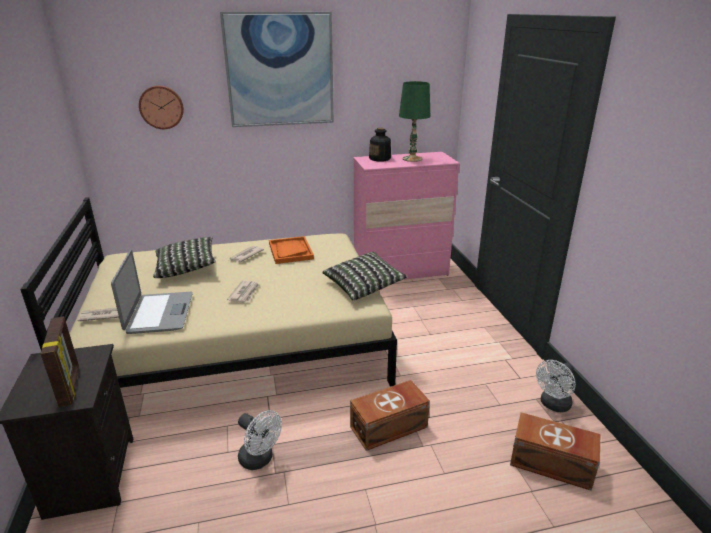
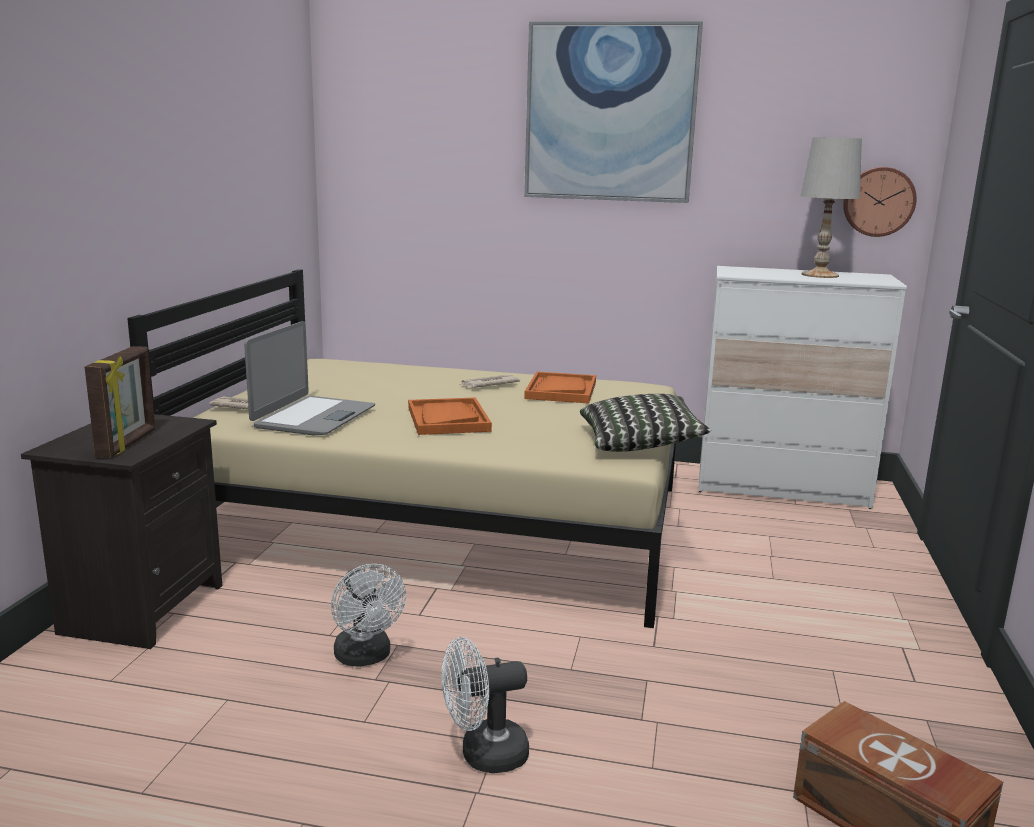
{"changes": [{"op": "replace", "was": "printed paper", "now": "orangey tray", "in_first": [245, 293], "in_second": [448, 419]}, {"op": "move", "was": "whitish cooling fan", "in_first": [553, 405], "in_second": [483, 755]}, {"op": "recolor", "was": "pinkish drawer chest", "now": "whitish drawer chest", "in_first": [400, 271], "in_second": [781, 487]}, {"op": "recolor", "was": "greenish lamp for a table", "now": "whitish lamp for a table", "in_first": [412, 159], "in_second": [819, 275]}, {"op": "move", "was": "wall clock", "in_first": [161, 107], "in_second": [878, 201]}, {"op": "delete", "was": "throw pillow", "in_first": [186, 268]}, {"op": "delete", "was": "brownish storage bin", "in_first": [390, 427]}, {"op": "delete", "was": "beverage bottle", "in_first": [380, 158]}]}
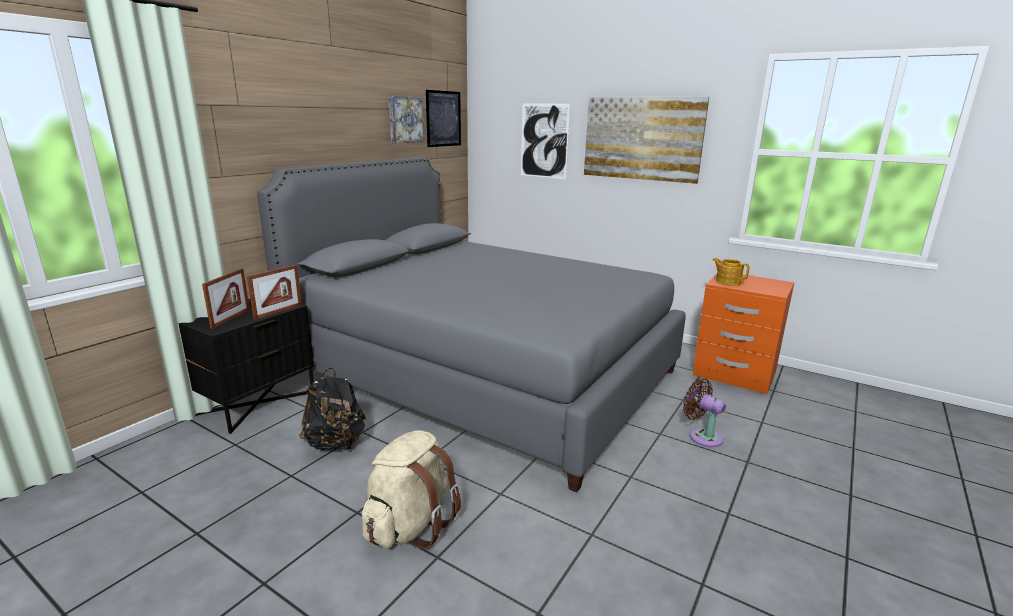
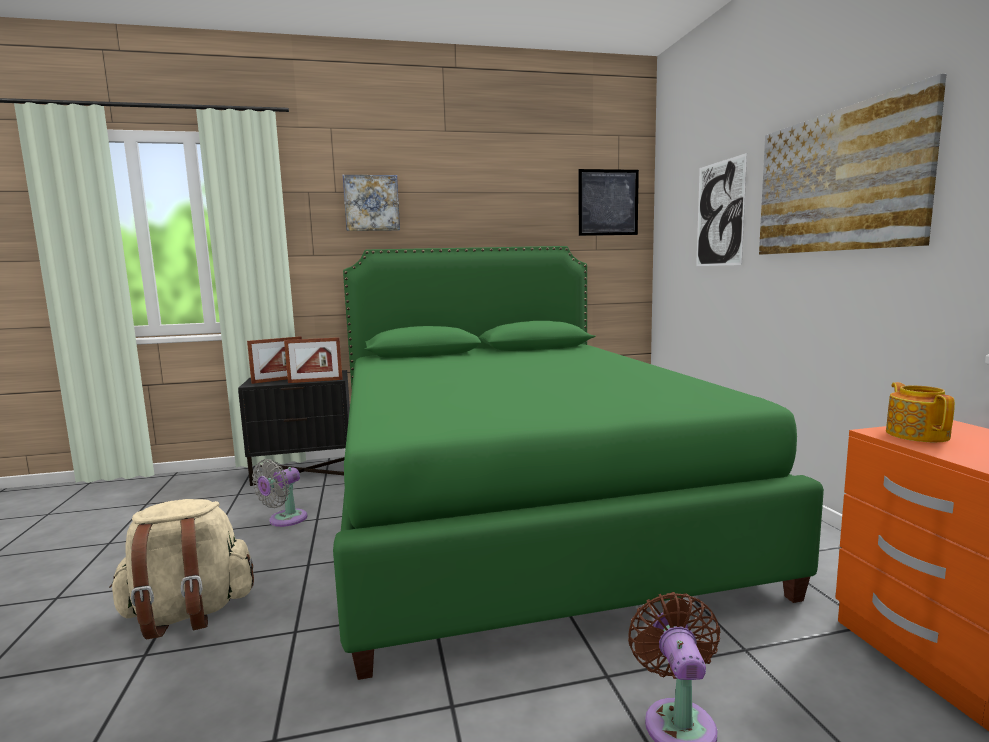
{"changes": [{"op": "replace", "was": "black-coloured rucksack", "now": "grey cooling fan", "in_first": [336, 444], "in_second": [284, 520]}, {"op": "recolor", "was": "grey sleeping bed", "now": "greenish sleeping bed", "in_first": [483, 373], "in_second": [514, 507]}, {"op": "move", "was": "wall picture", "in_first": [405, 119], "in_second": [371, 203]}]}
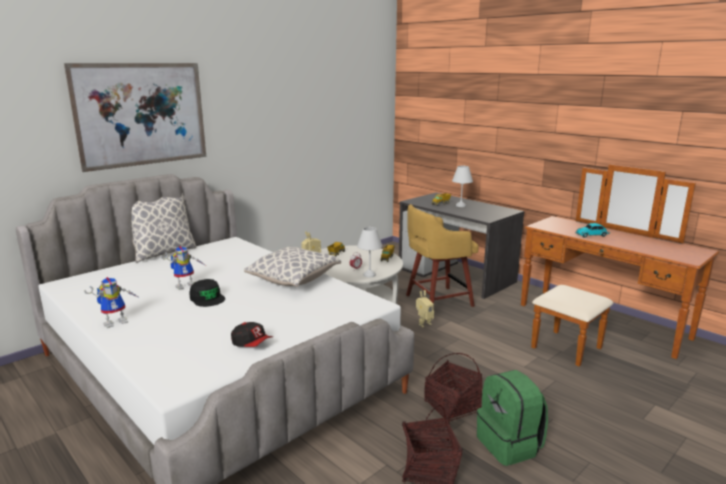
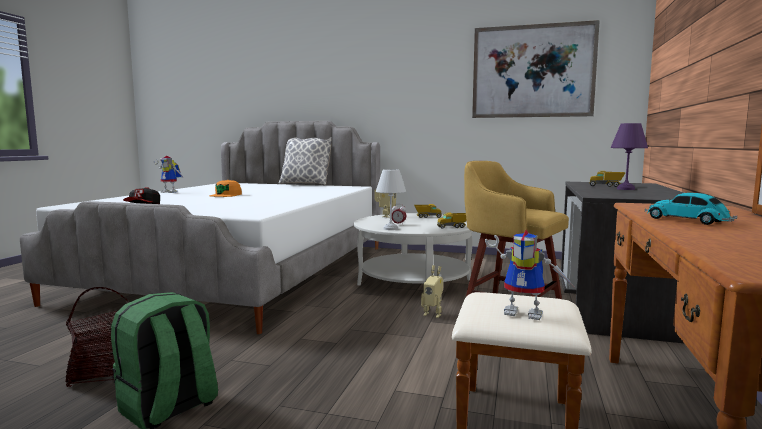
{"changes": [{"op": "recolor", "was": "black-coloured peaked cap", "now": "orangey peaked cap", "in_first": [207, 298], "in_second": [226, 195]}, {"op": "move", "was": "wall picture", "in_first": [142, 114], "in_second": [532, 71]}, {"op": "move", "was": "model robot", "in_first": [186, 285], "in_second": [527, 313]}, {"op": "recolor", "was": "whitish lamp for a table", "now": "purple-coloured lamp for a table", "in_first": [461, 205], "in_second": [626, 189]}, {"op": "delete", "was": "throw pillow", "in_first": [294, 280]}, {"op": "delete", "was": "basket", "in_first": [451, 406]}]}
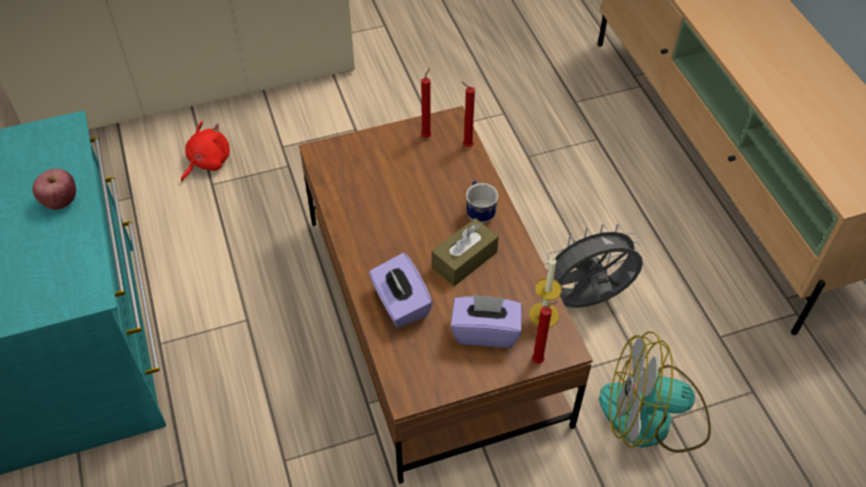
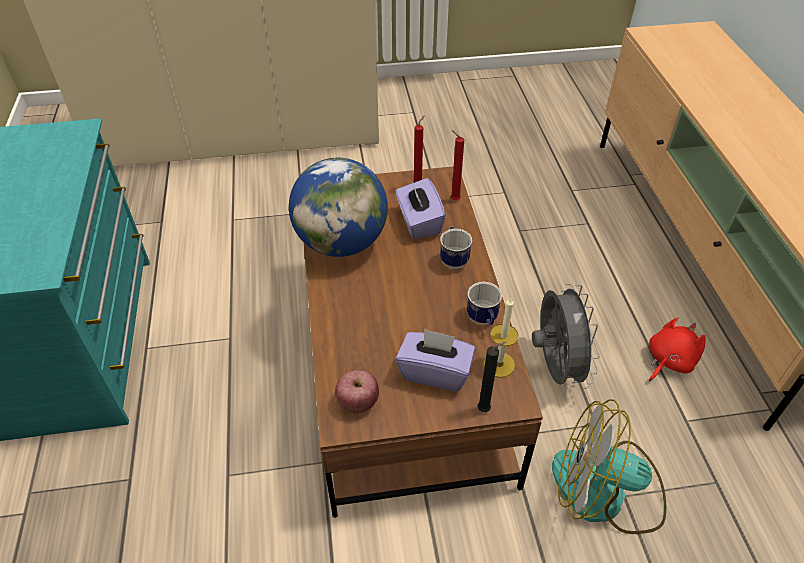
{"changes": [{"op": "insert", "now": "world globe", "in_second": [341, 242]}, {"op": "move", "was": "apple fruit", "in_first": [60, 201], "in_second": [357, 402]}, {"op": "move", "was": "purple-coloured tissue box", "in_first": [400, 304], "in_second": [419, 222]}, {"op": "insert", "now": "coffee mug", "in_second": [483, 320]}, {"op": "recolor", "was": "red-coloured candle", "now": "black-coloured candle", "in_first": [539, 360], "in_second": [485, 409]}, {"op": "rotate", "was": "grey cooling fan", "in_first": [587, 301], "in_second": [554, 367], "clockwise": 90}, {"op": "move", "was": "red-coloured cuddly toy", "in_first": [207, 162], "in_second": [668, 360]}, {"op": "delete", "was": "brownish tissue box", "in_first": [464, 259]}]}
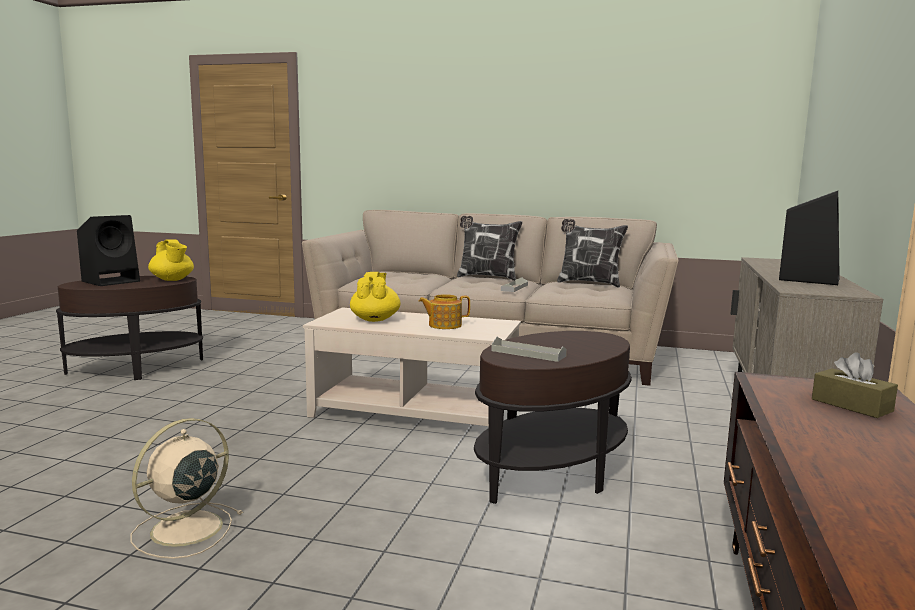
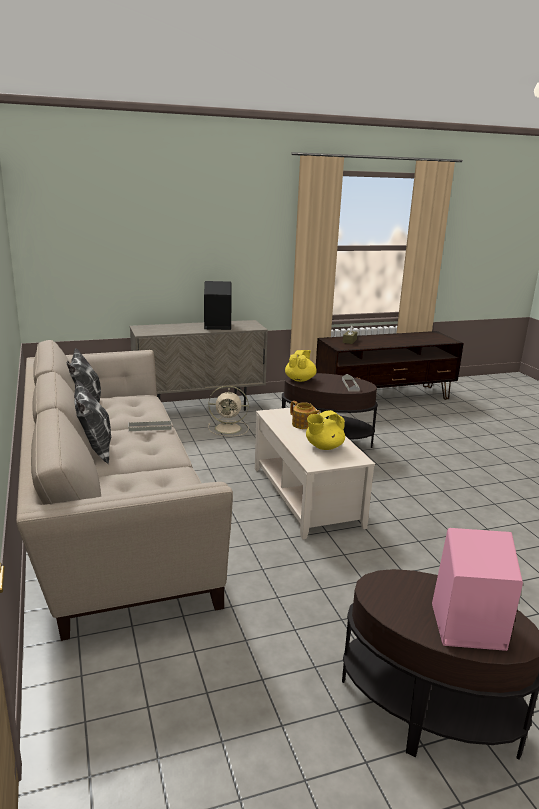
{"changes": [{"op": "move", "was": "sand-coloured cooling fan", "in_first": [184, 530], "in_second": [229, 428]}, {"op": "move", "was": "yellowish tea pot", "in_first": [172, 280], "in_second": [300, 379]}, {"op": "recolor", "was": "black-coloured speaker", "now": "pinkish speaker", "in_first": [112, 281], "in_second": [465, 627]}]}
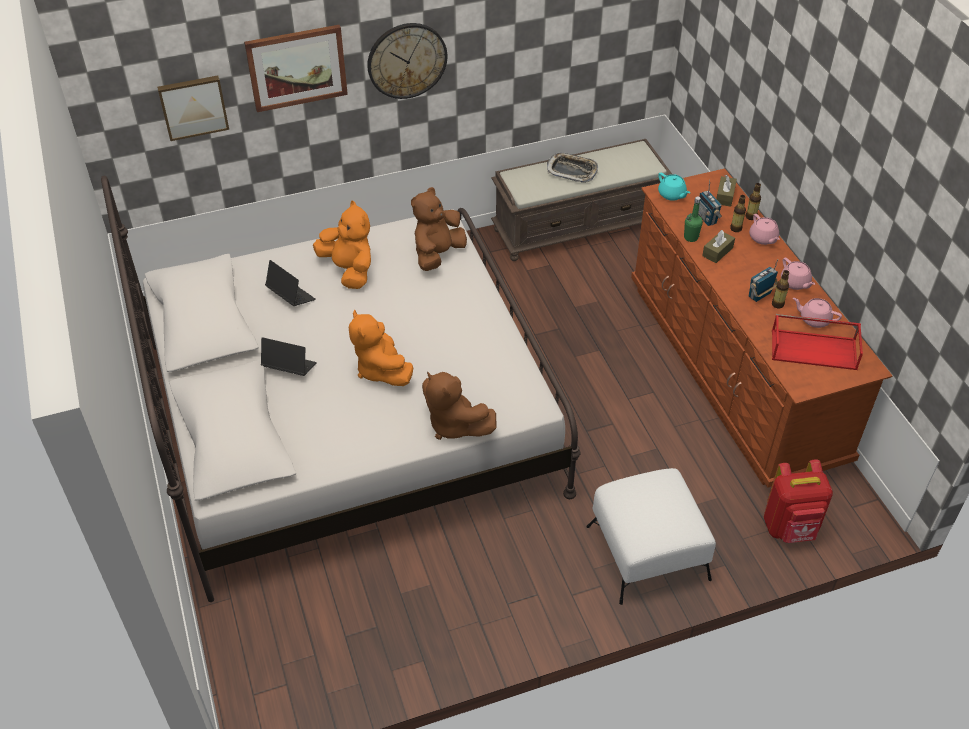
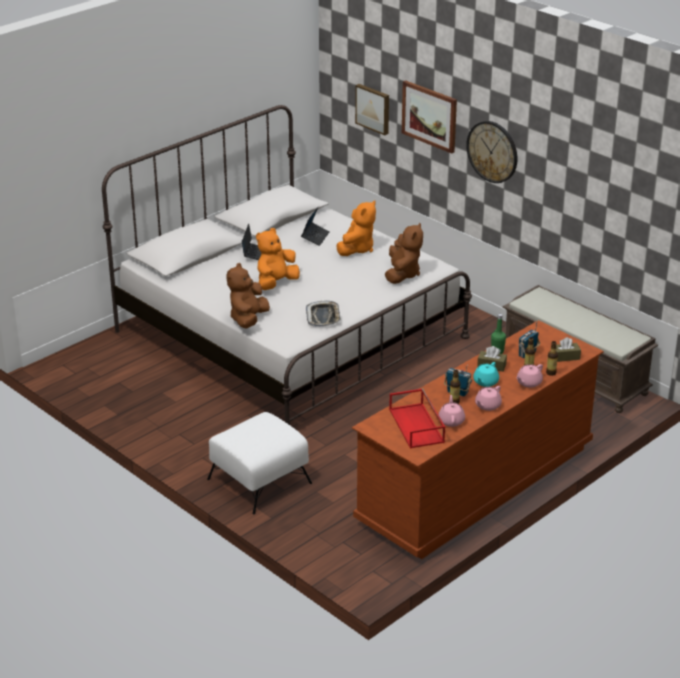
{"changes": [{"op": "move", "was": "tray", "in_first": [572, 170], "in_second": [323, 317]}, {"op": "rotate", "was": "brownish cuddly toy", "in_first": [437, 254], "in_second": [402, 274], "clockwise": 90}, {"op": "move", "was": "turquoise-coloured tea pot", "in_first": [672, 195], "in_second": [485, 382]}, {"op": "delete", "was": "red-coloured rucksack", "in_first": [790, 528]}]}
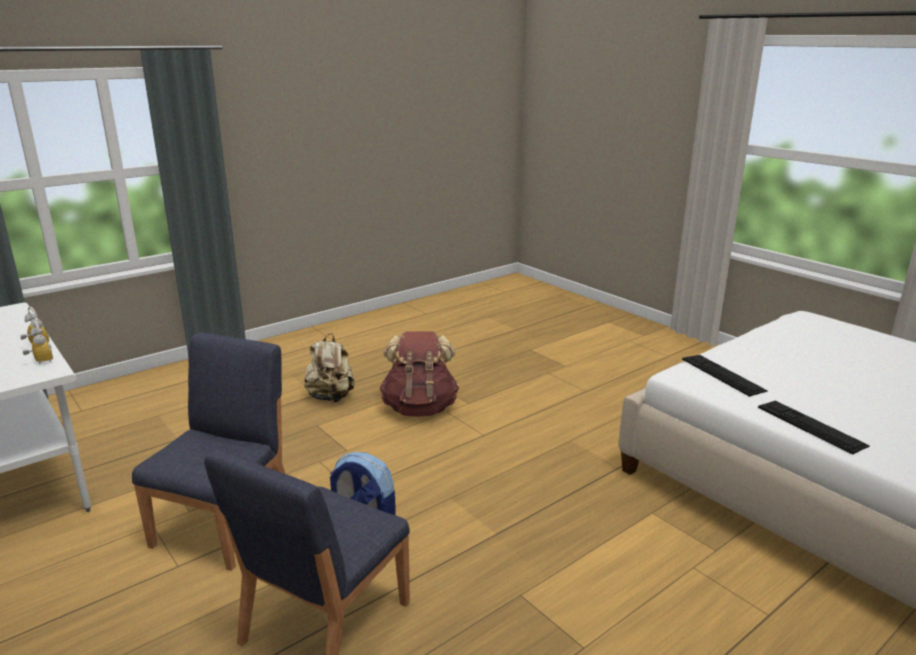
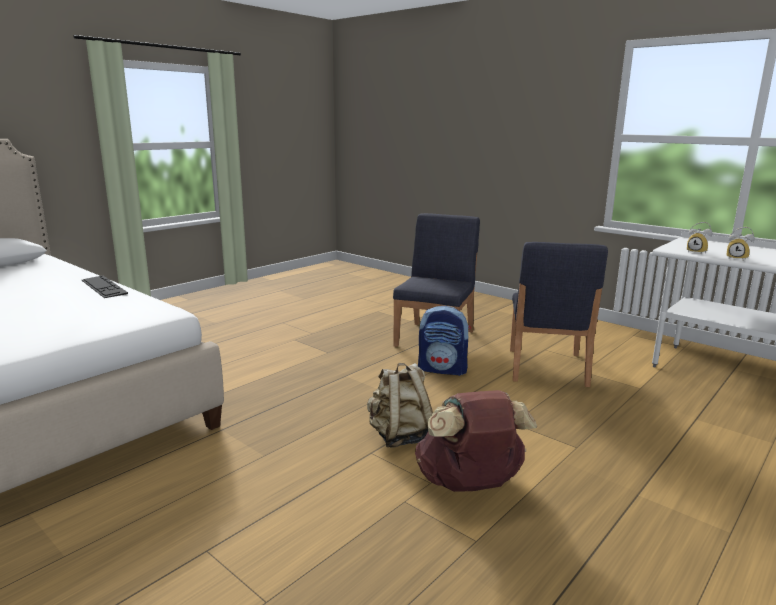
{"changes": [{"op": "move", "was": "sand-coloured rucksack", "in_first": [331, 397], "in_second": [400, 436]}, {"op": "delete", "was": "PC keyboard", "in_first": [722, 374]}]}
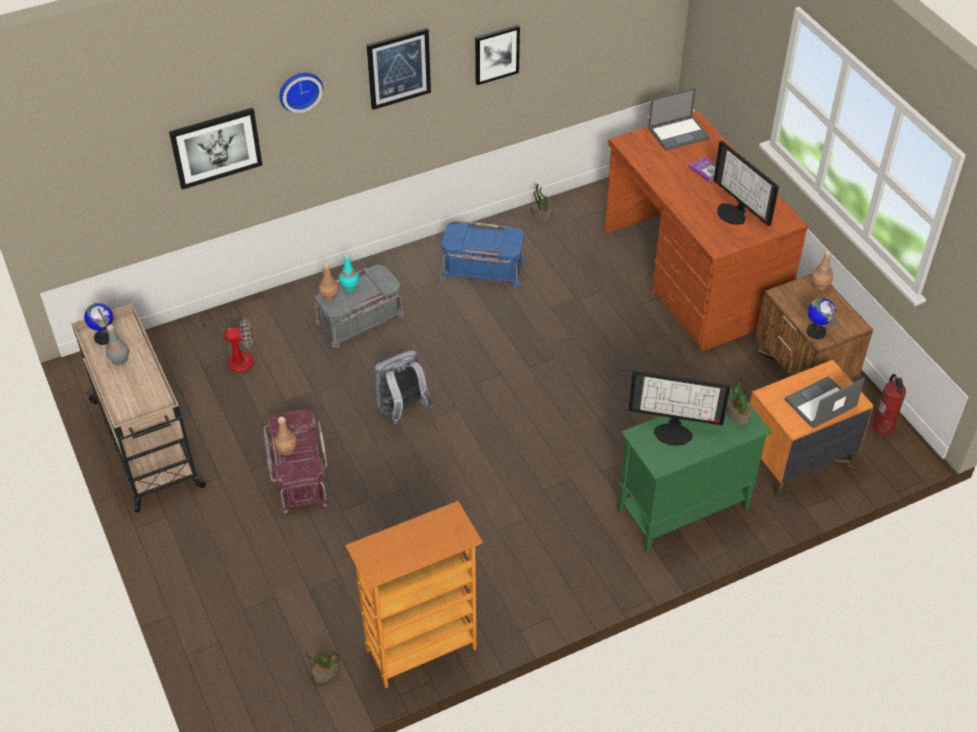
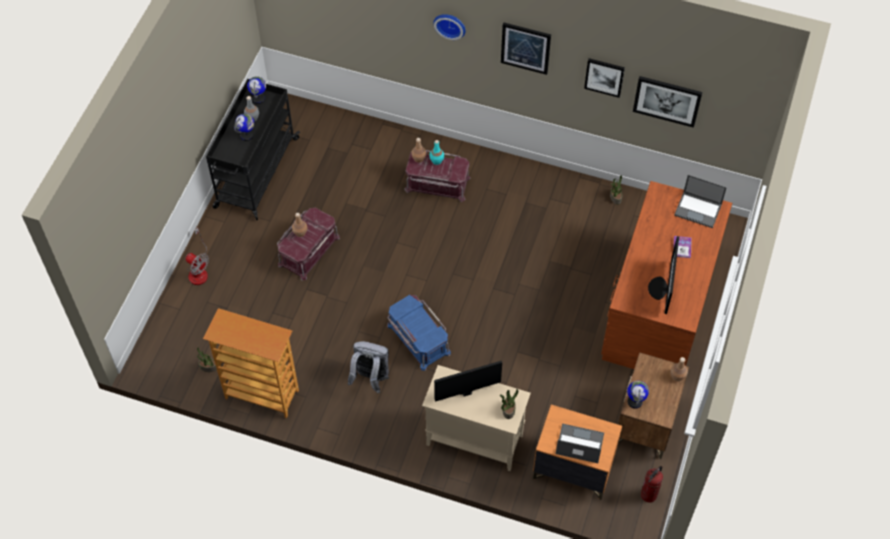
{"changes": [{"op": "move", "was": "cooling fan", "in_first": [234, 357], "in_second": [198, 270]}, {"op": "recolor", "was": "sand-coloured cart", "now": "black-coloured cart", "in_first": [147, 445], "in_second": [256, 173]}, {"op": "insert", "now": "world globe", "in_second": [247, 135]}, {"op": "move", "was": "grey rucksack", "in_first": [402, 411], "in_second": [370, 378]}, {"op": "move", "was": "blue storage bin", "in_first": [482, 267], "in_second": [417, 339]}, {"op": "recolor", "was": "grey storage bin", "now": "red-coloured storage bin", "in_first": [360, 319], "in_second": [437, 184]}, {"op": "recolor", "was": "greenish storage cabinet", "now": "sand-coloured storage cabinet", "in_first": [682, 510], "in_second": [473, 440]}, {"op": "rotate", "was": "computer display", "in_first": [674, 431], "in_second": [464, 388], "clockwise": 105}, {"op": "move", "was": "wall picture", "in_first": [216, 147], "in_second": [667, 100]}]}
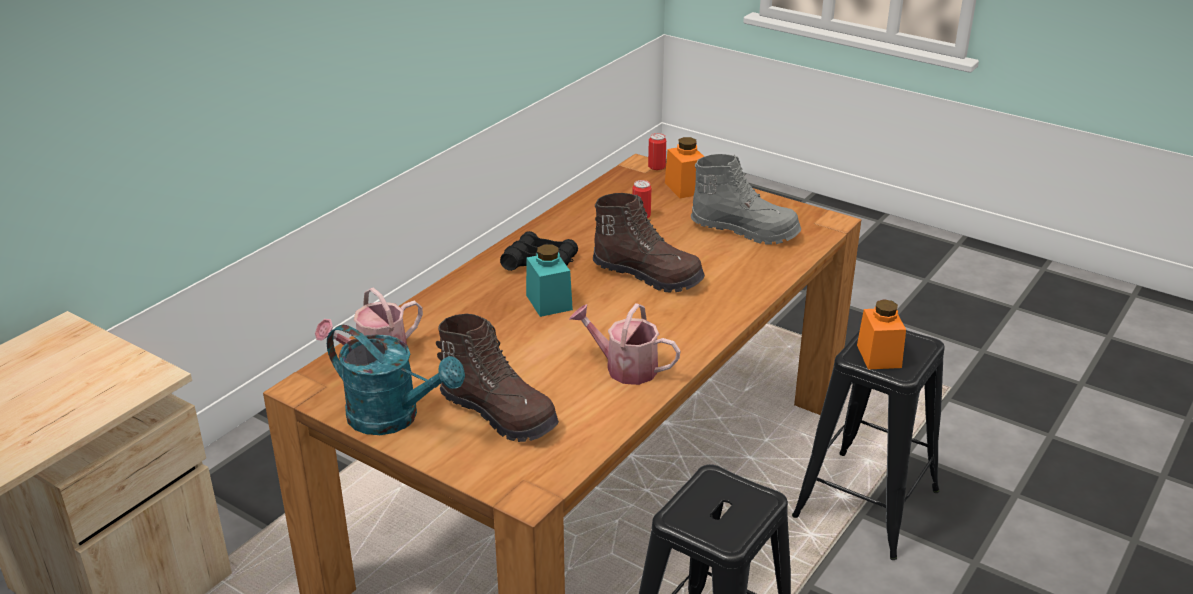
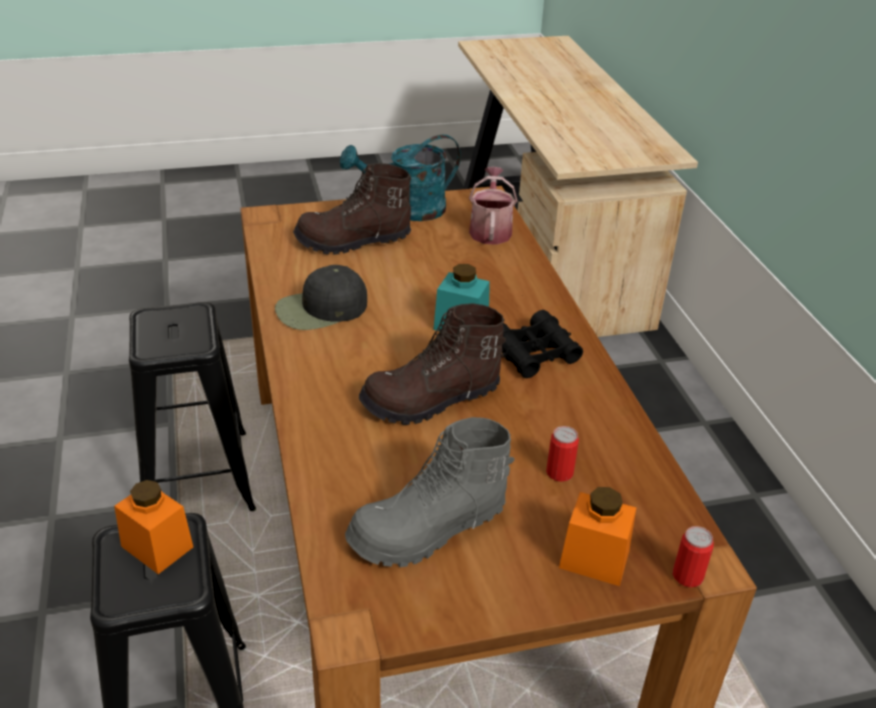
{"changes": [{"op": "replace", "was": "sprinkling can", "now": "black-coloured peaked cap", "in_first": [624, 368], "in_second": [321, 309]}]}
